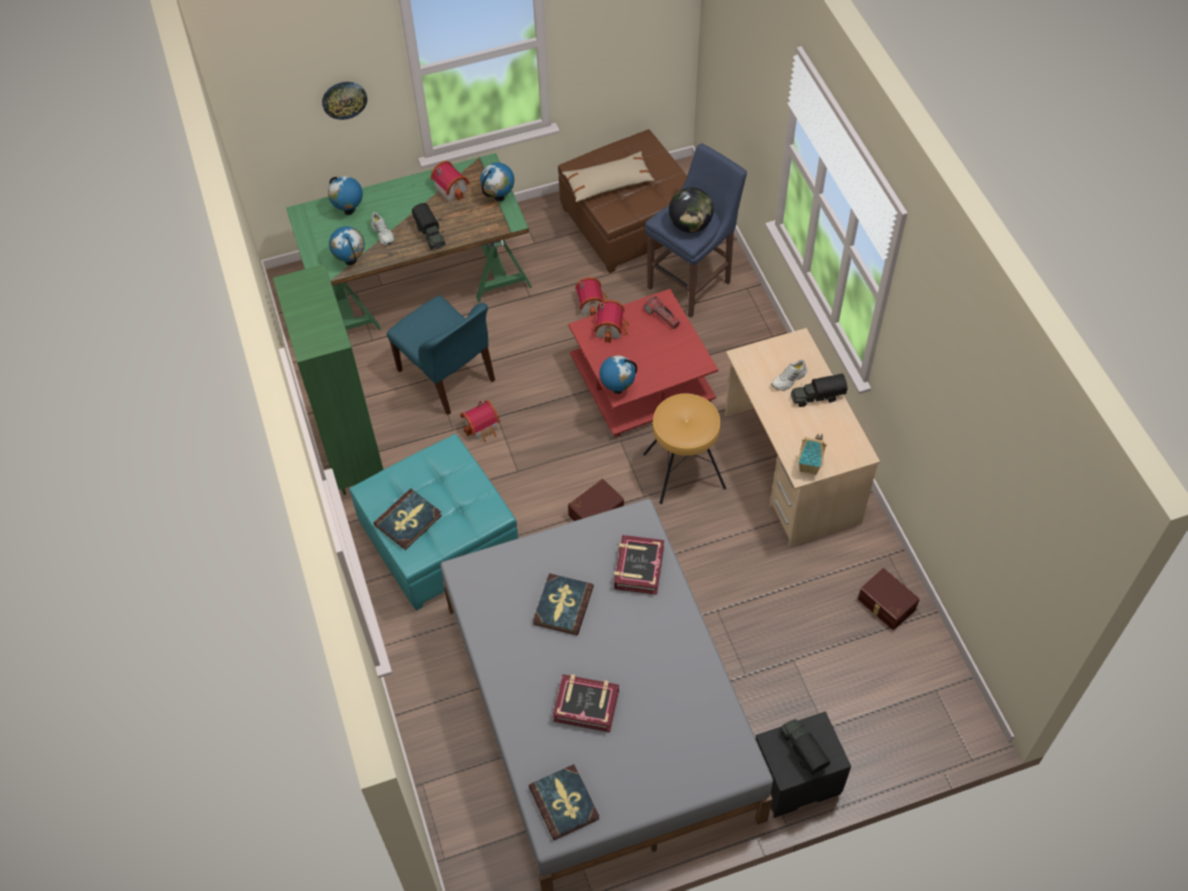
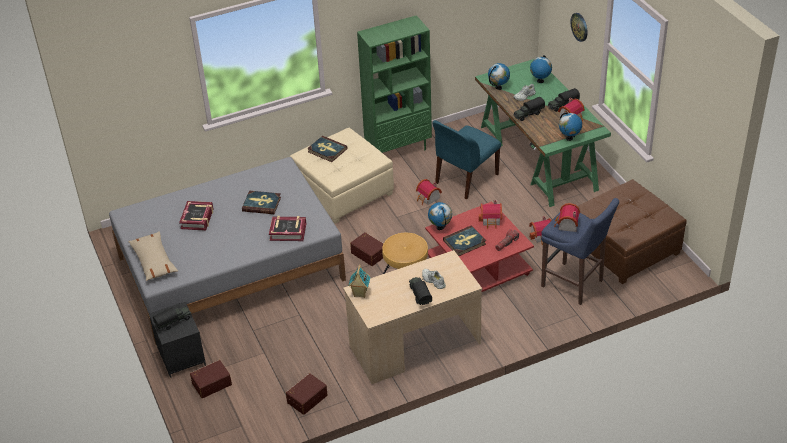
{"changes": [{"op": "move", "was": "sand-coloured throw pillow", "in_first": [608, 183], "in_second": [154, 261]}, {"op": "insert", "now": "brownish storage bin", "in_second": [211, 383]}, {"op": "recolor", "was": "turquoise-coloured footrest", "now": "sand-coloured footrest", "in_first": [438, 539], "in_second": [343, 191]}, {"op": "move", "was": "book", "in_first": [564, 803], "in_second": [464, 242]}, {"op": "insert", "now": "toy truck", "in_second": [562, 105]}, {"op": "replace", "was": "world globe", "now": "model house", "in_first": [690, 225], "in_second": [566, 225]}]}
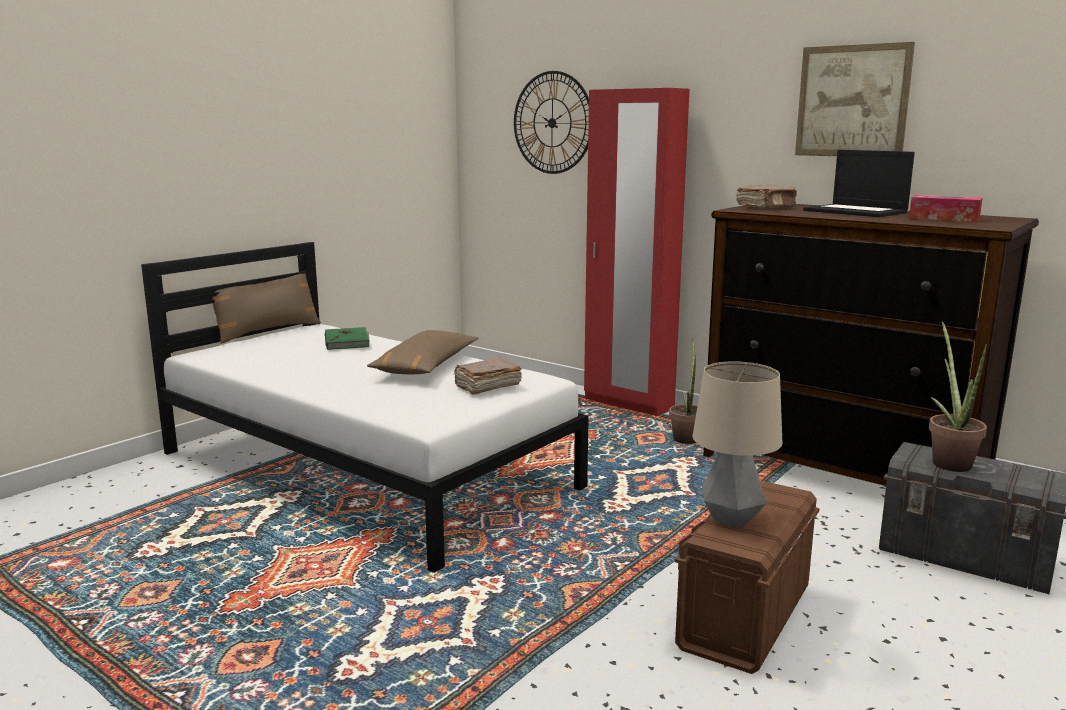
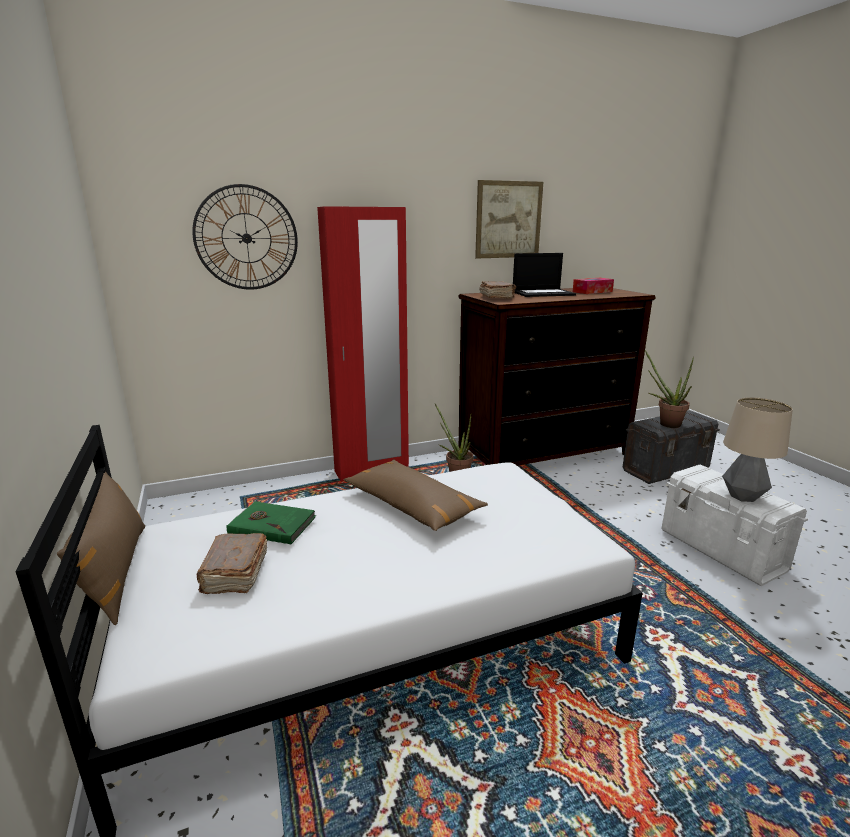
{"changes": [{"op": "move", "was": "brownish book", "in_first": [487, 386], "in_second": [234, 574]}, {"op": "recolor", "was": "brownish storage bin", "now": "whitish storage bin", "in_first": [744, 617], "in_second": [721, 550]}]}
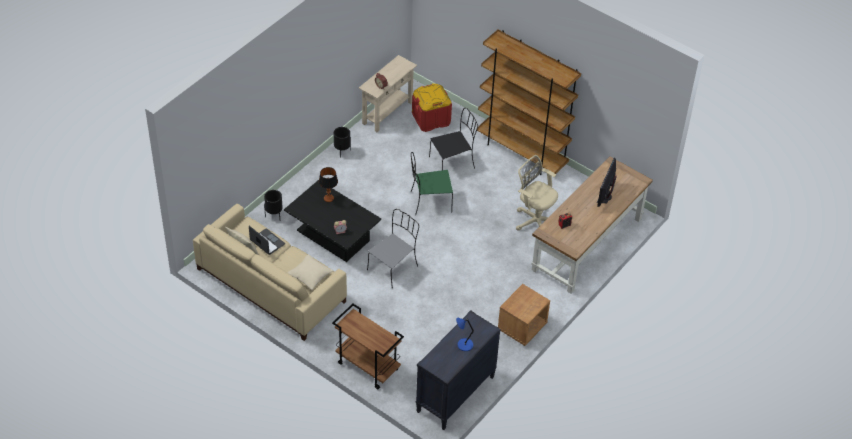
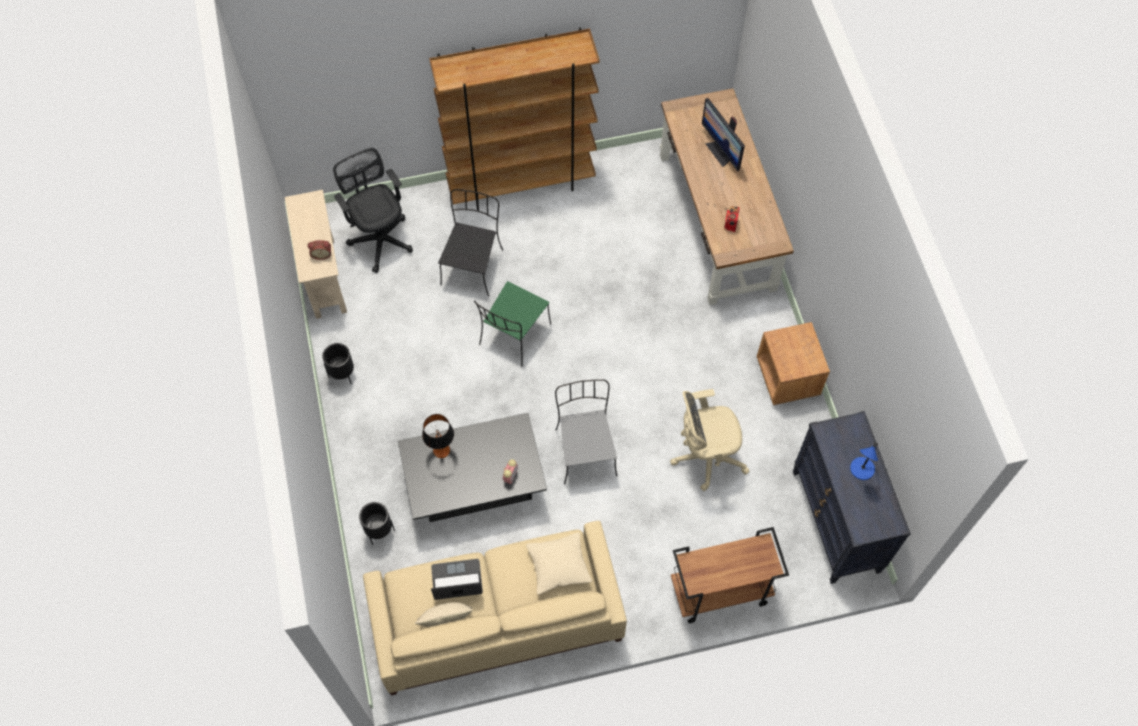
{"changes": [{"op": "replace", "was": "red-coloured storage bin", "now": "black-coloured office chair", "in_first": [431, 119], "in_second": [380, 238]}, {"op": "move", "was": "sand-coloured office chair", "in_first": [535, 221], "in_second": [705, 457]}]}
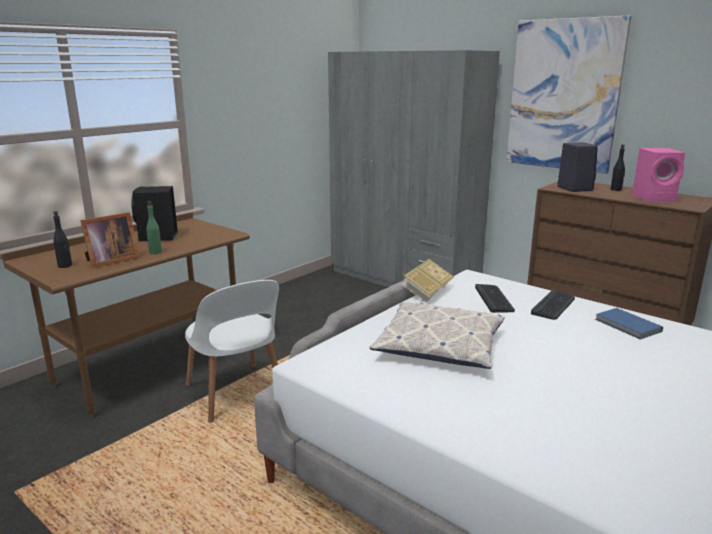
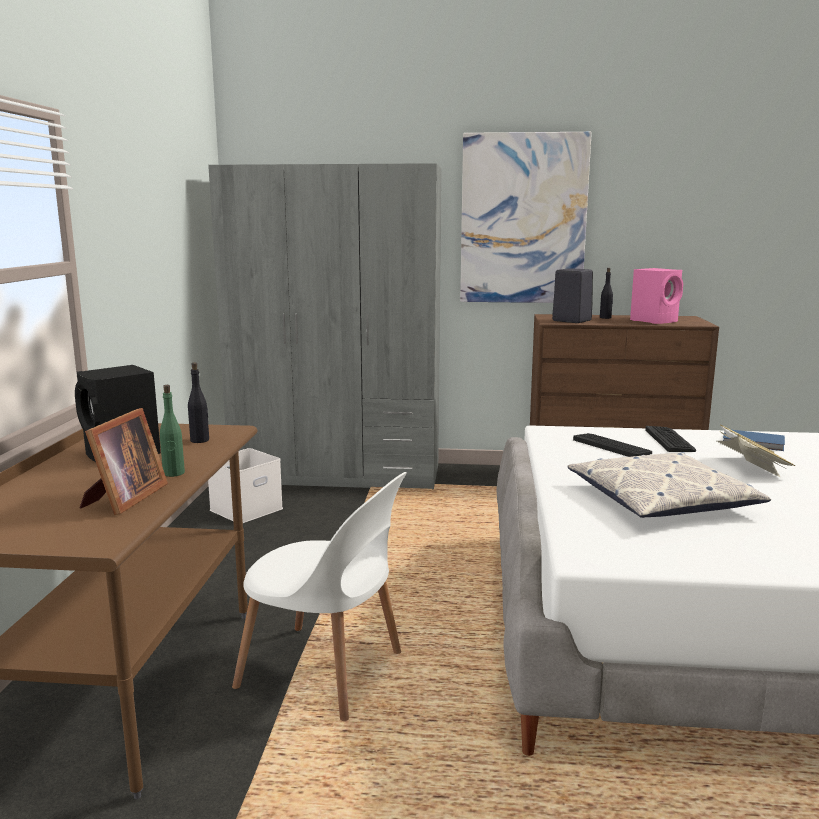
{"changes": [{"op": "move", "was": "black-coloured beverage bottle", "in_first": [65, 266], "in_second": [200, 440]}, {"op": "insert", "now": "whitish storage bin", "in_second": [246, 508]}, {"op": "move", "was": "book", "in_first": [427, 292], "in_second": [750, 467]}]}
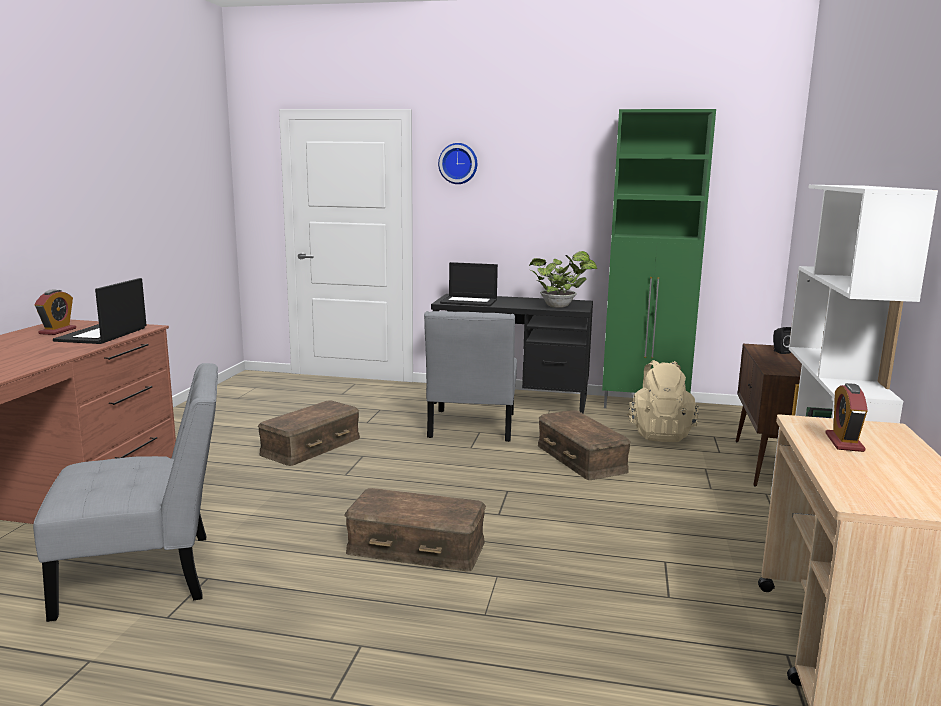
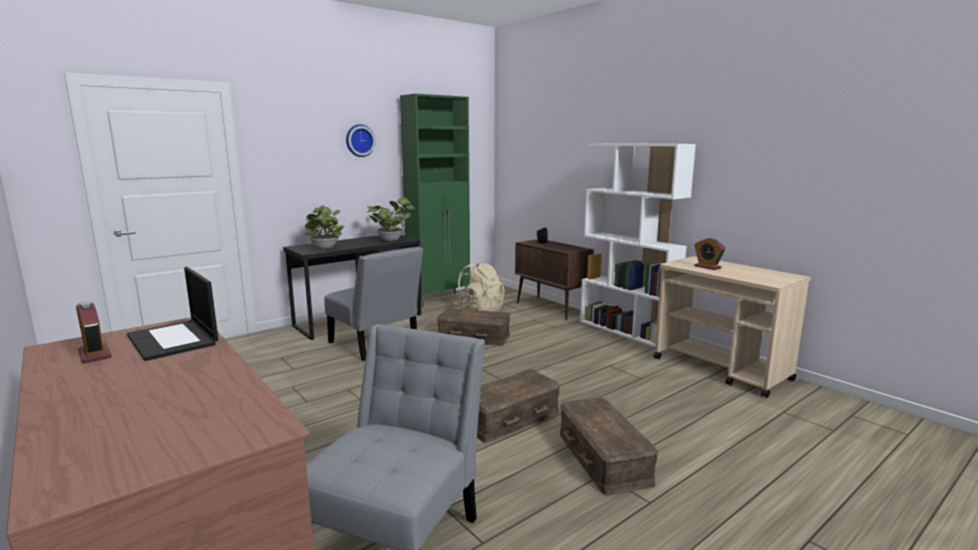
{"changes": [{"op": "replace", "was": "portable computer", "now": "potted plant", "in_first": [469, 301], "in_second": [325, 248]}, {"op": "move", "was": "wall clock", "in_first": [458, 163], "in_second": [359, 140]}, {"op": "move", "was": "brownish storage bin", "in_first": [311, 446], "in_second": [604, 458]}]}
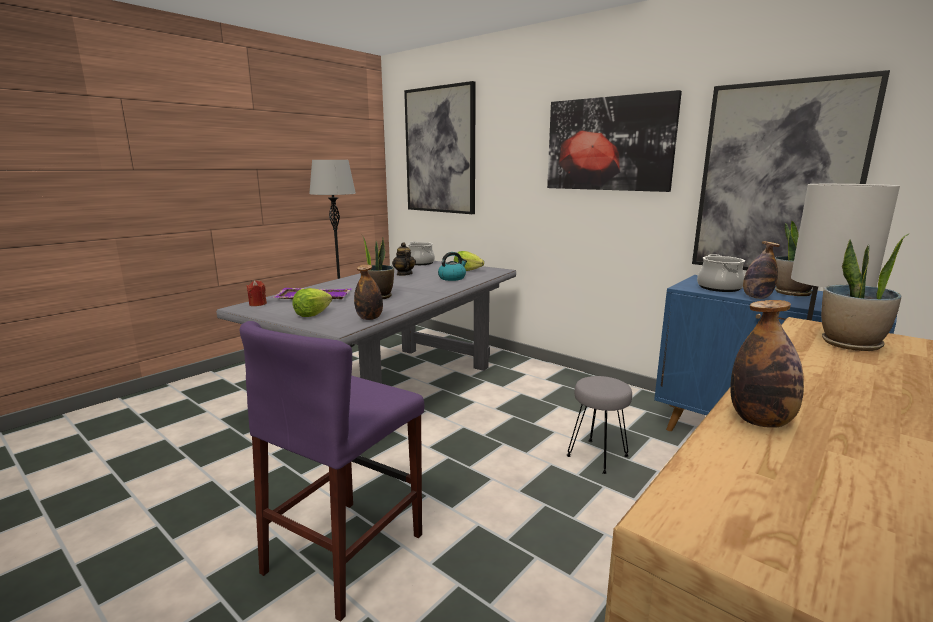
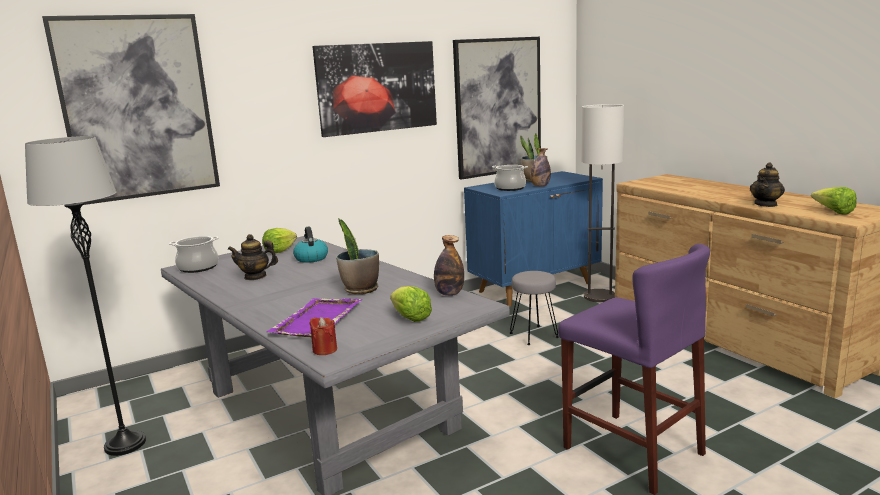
{"changes": [{"op": "replace", "was": "beverage bottle", "now": "tea pot", "in_first": [760, 421], "in_second": [766, 204]}, {"op": "insert", "now": "lettuce head", "in_second": [833, 212]}, {"op": "delete", "was": "potted plant", "in_first": [850, 344]}]}
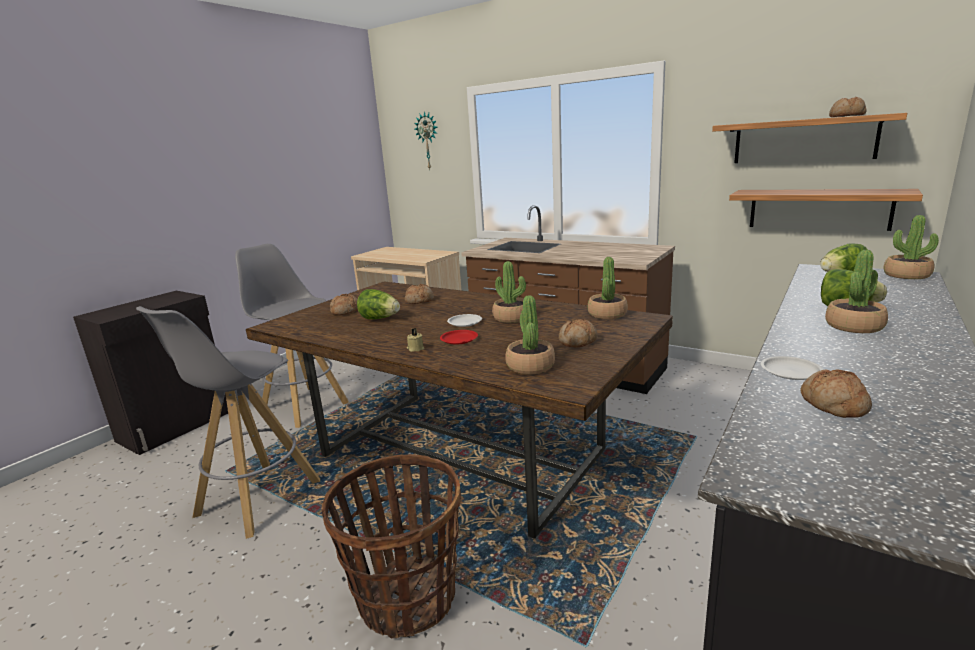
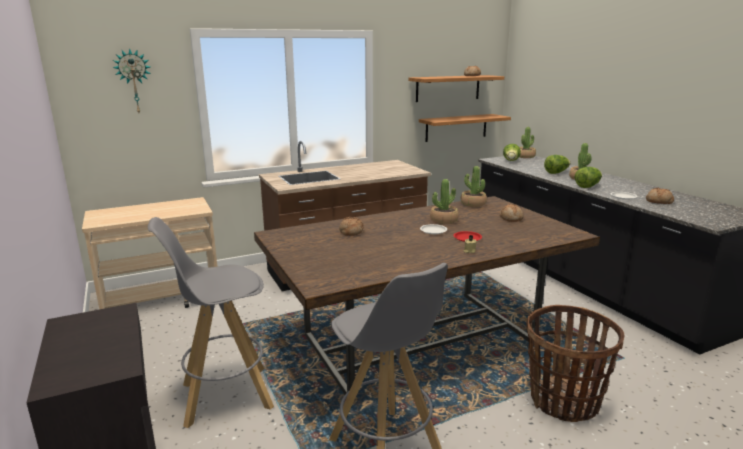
{"changes": [{"op": "move", "was": "lettuce head", "in_first": [380, 318], "in_second": [588, 186]}, {"op": "delete", "was": "bakery bread", "in_first": [345, 311]}, {"op": "delete", "was": "potted plant", "in_first": [530, 366]}]}
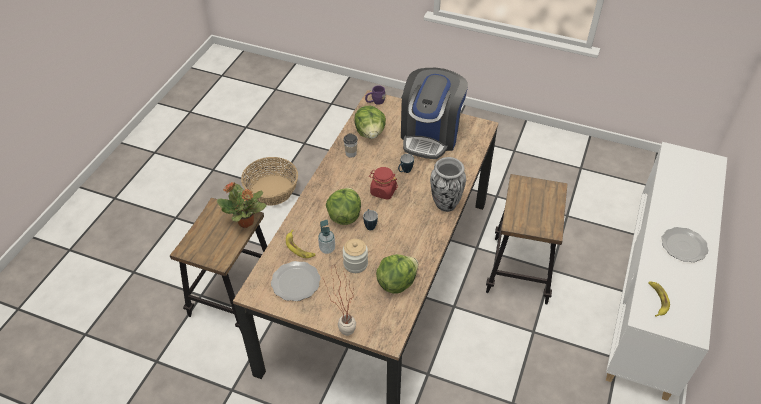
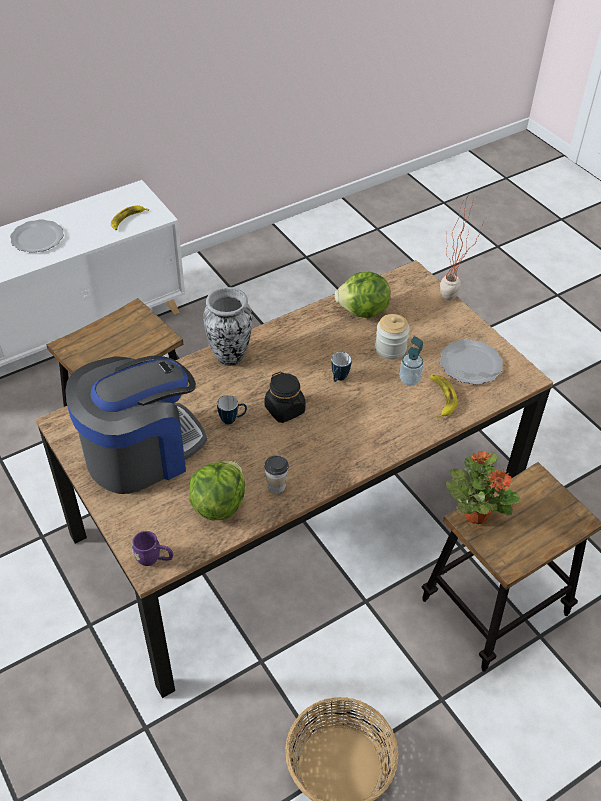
{"changes": [{"op": "recolor", "was": "red-coloured storage jar", "now": "black-coloured storage jar", "in_first": [383, 191], "in_second": [285, 410]}, {"op": "delete", "was": "lettuce head", "in_first": [344, 216]}]}
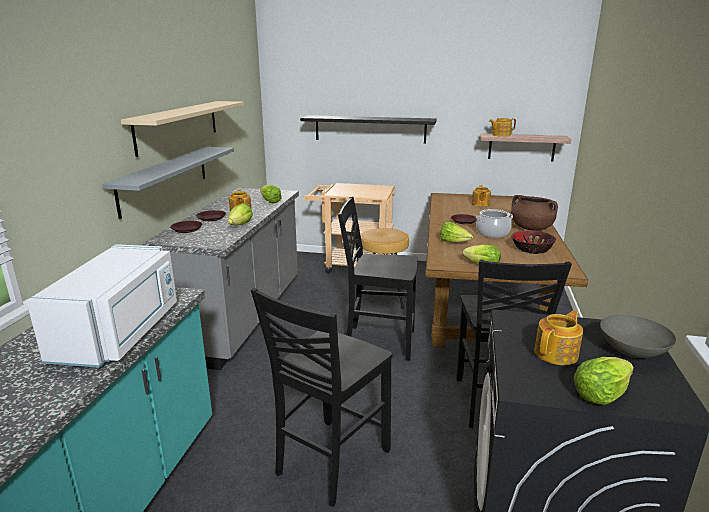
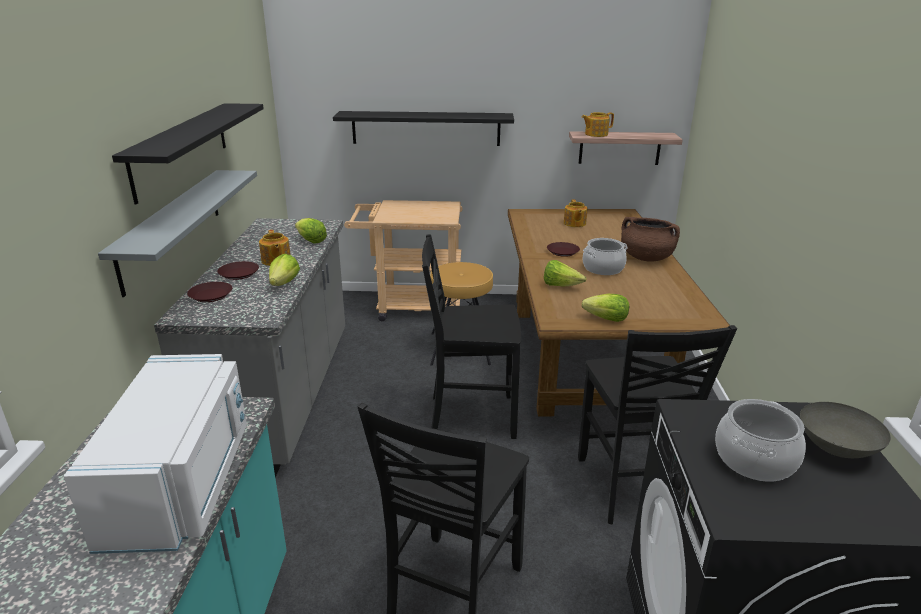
{"changes": [{"op": "recolor", "was": "sand-coloured bracket shelf", "now": "black-coloured bracket shelf", "in_first": [178, 126], "in_second": [181, 148]}, {"op": "replace", "was": "tea pot", "now": "cooking pot", "in_first": [557, 353], "in_second": [755, 460]}, {"op": "delete", "was": "bowl", "in_first": [531, 249]}, {"op": "delete", "was": "lettuce head", "in_first": [600, 395]}]}
